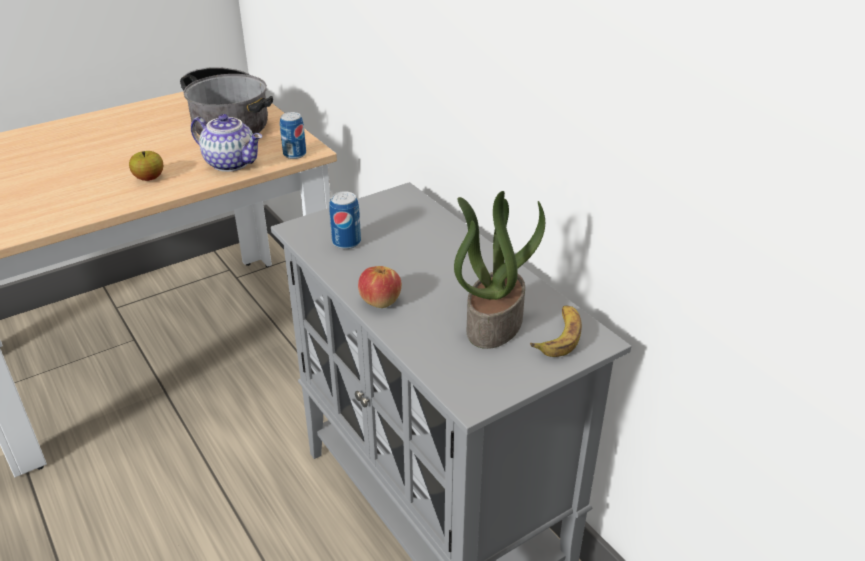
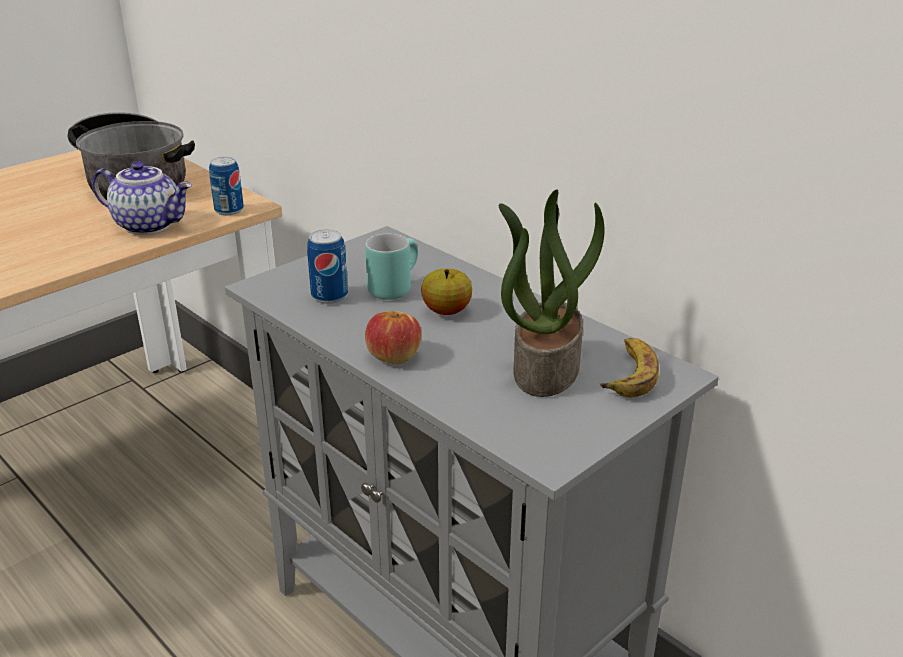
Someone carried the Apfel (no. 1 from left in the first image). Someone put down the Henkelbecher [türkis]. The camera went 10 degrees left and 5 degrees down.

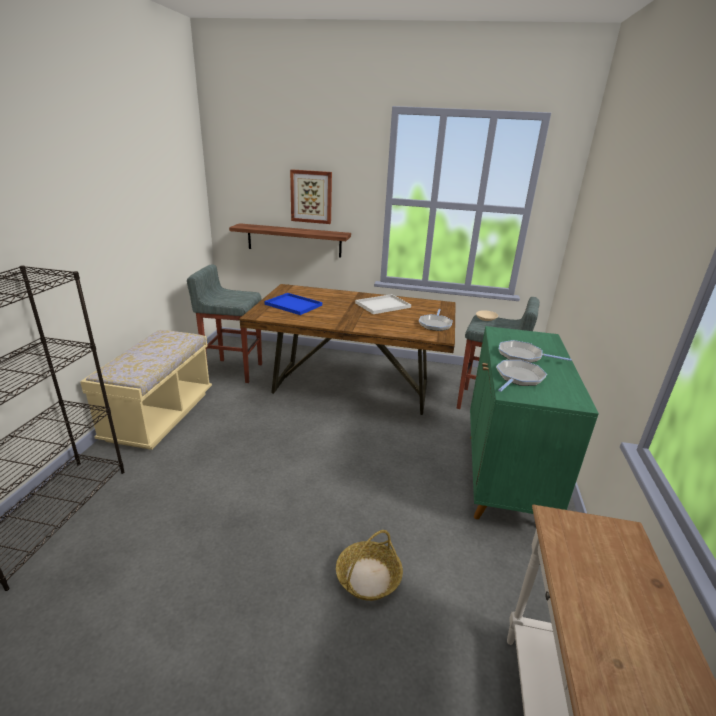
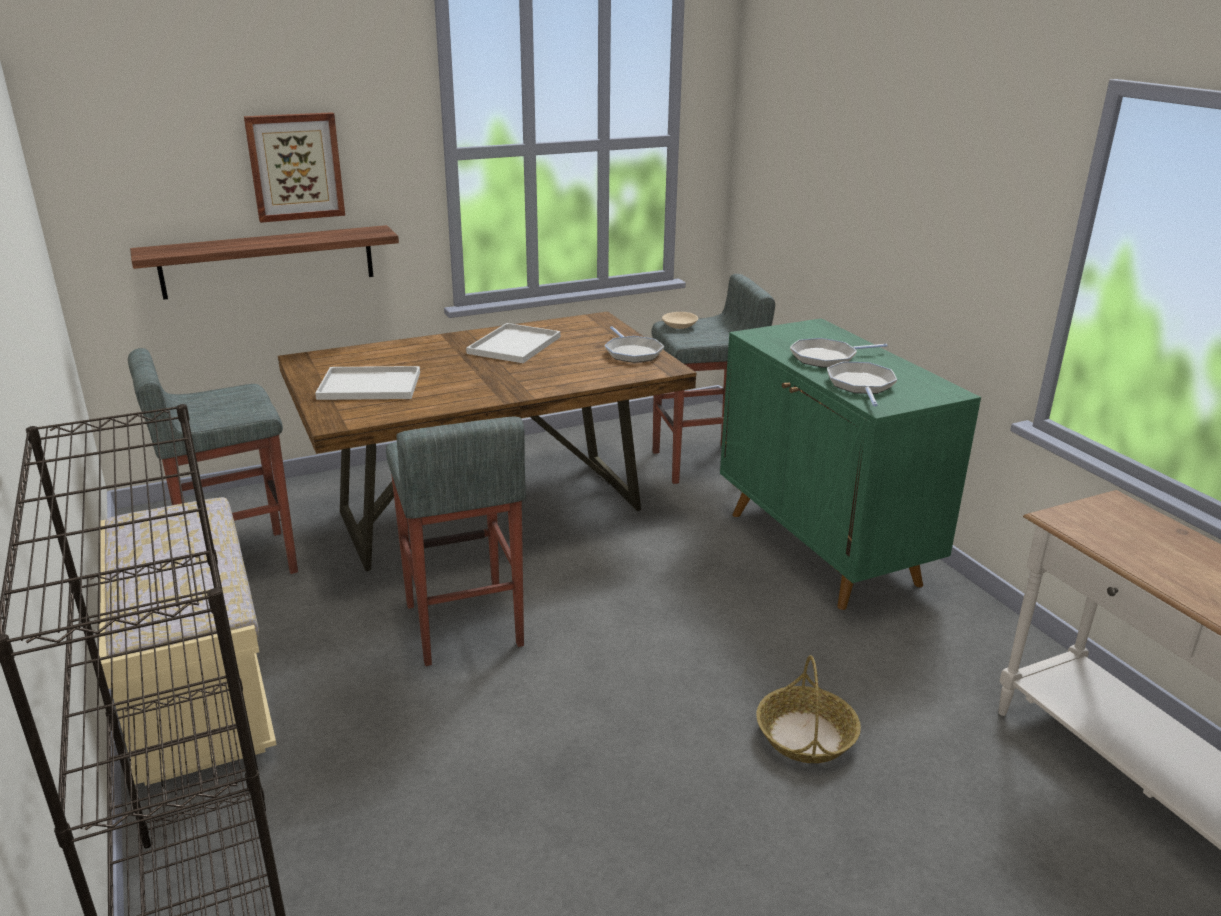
Someone repainted the Tablett [blau], which became the Tablett [weiß] (no. 1 from left). Someone put down the Hocker [grau] (no. 2 from left). The camera went 35 degrees left and 0 degrees up.

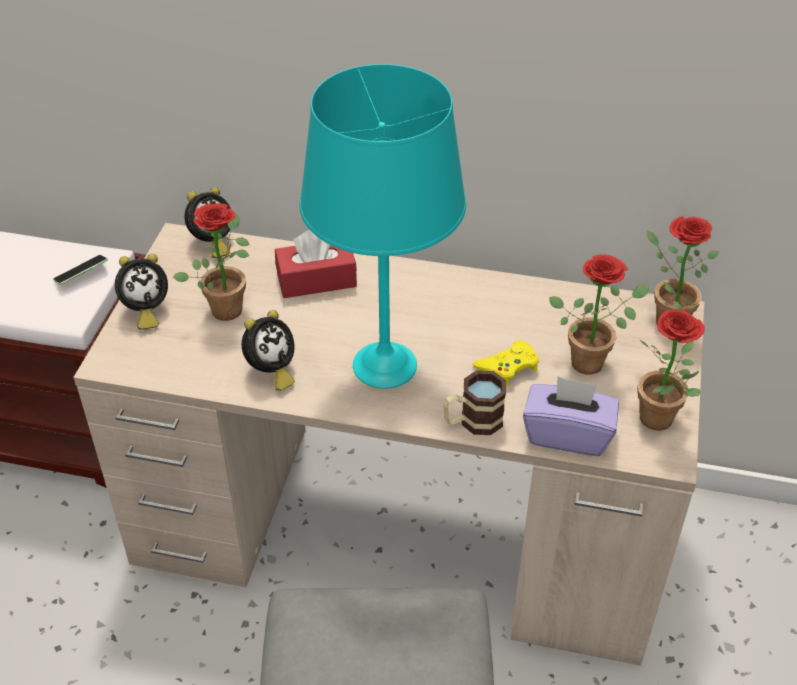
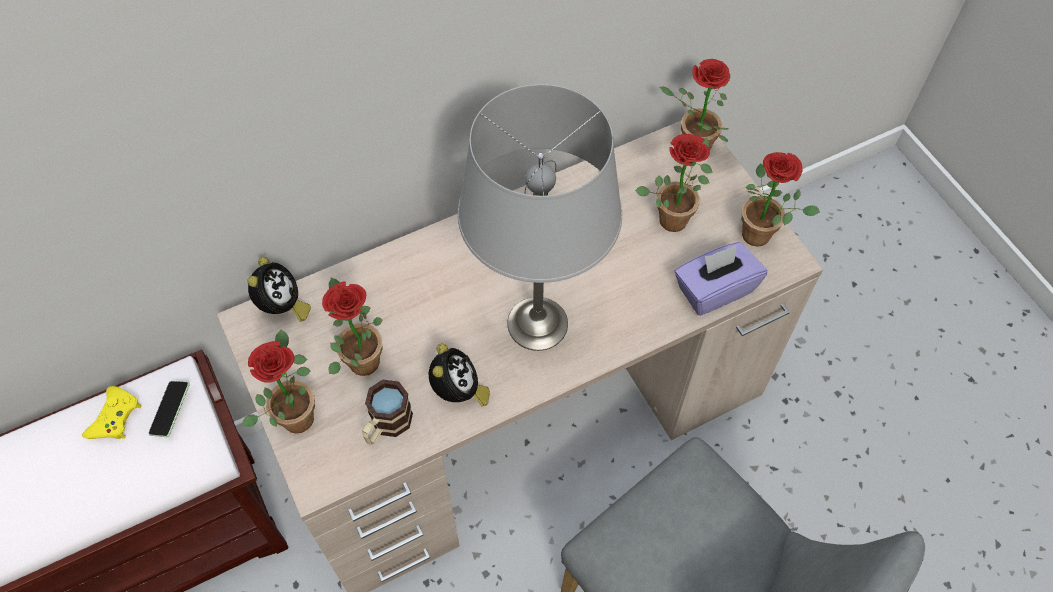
Someone repainted the Tischlampe [türkis], which became the Tischlampe [grau]. Someone took away the Taschentuchbox [rot]. Someone swapped the Wecker (no. 1 from left) for the Topfpflanze (no. 1 from left). Someone carried the Gamepad [gelb]. Someone carried the Henkelbecher. The camera went 40 degrees left and 15 degrees up.

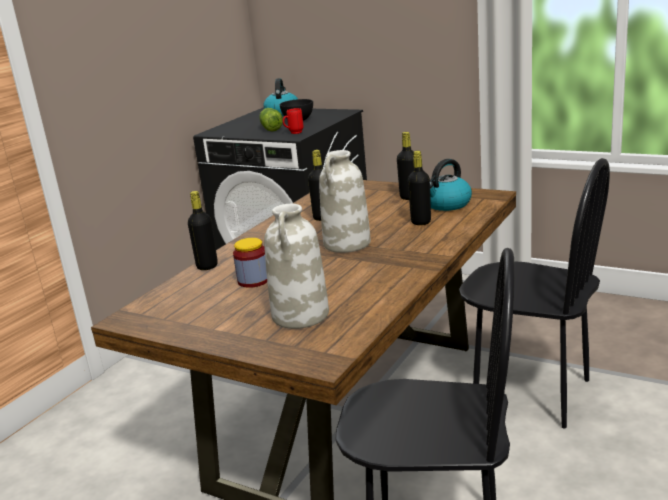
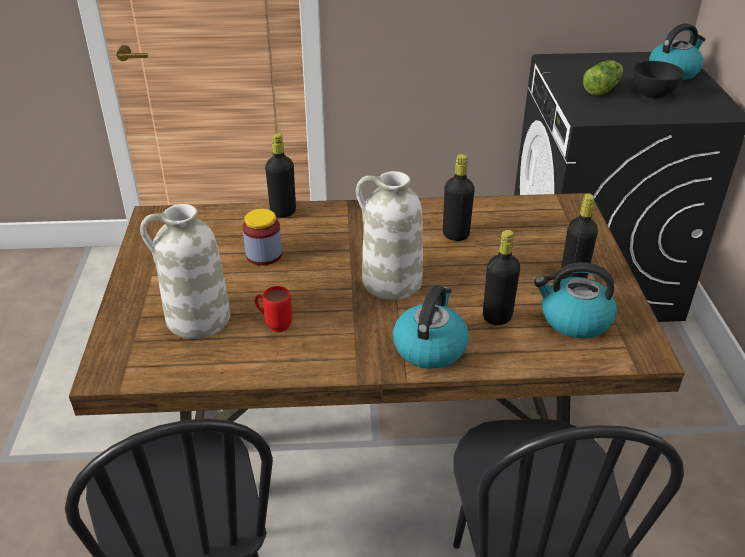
Someone carried the Henkelbecher [rot]. Someone put down the Wasserkessel (no. 1 from left). The camera went 55 degrees right and 15 degrees up.

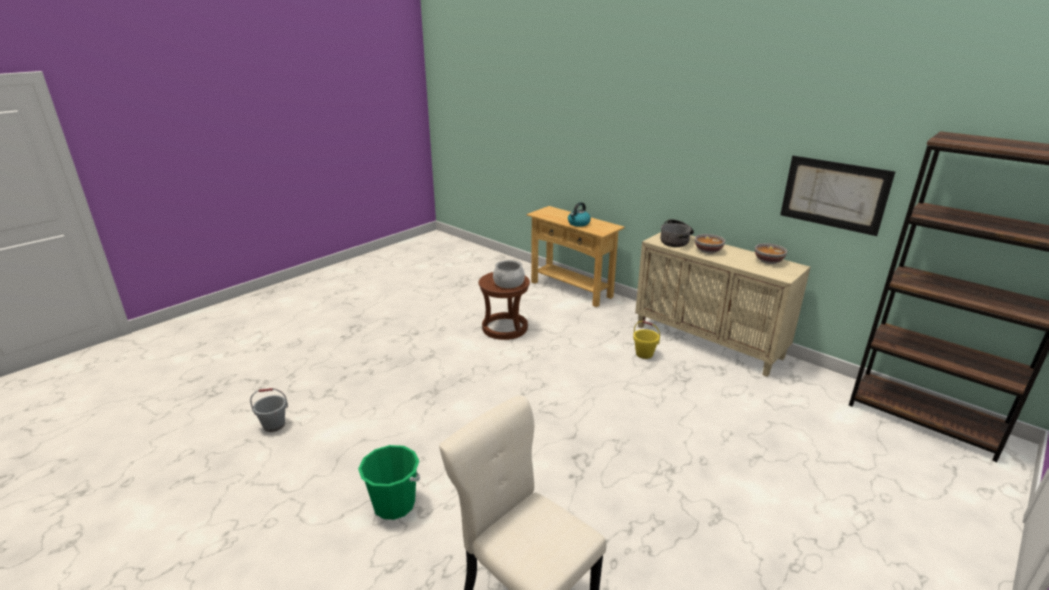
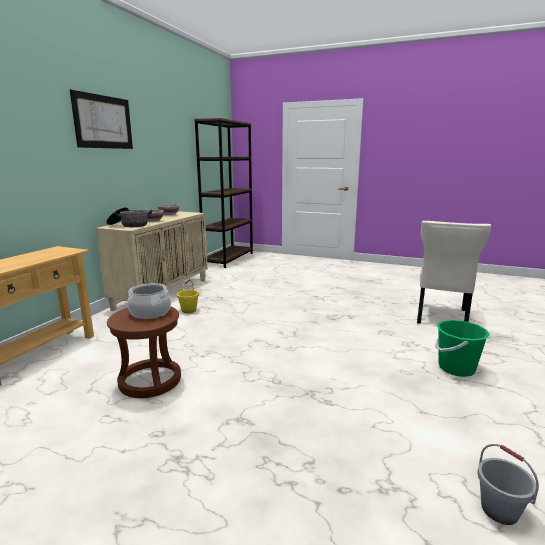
Someone carried the Bild. Someone took away the Wasserkessel. The camera went 110 degrees left and 10 degrees down.

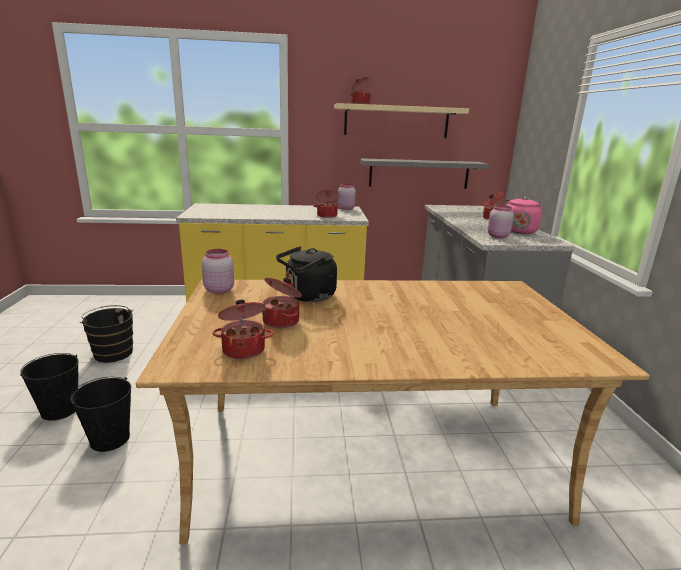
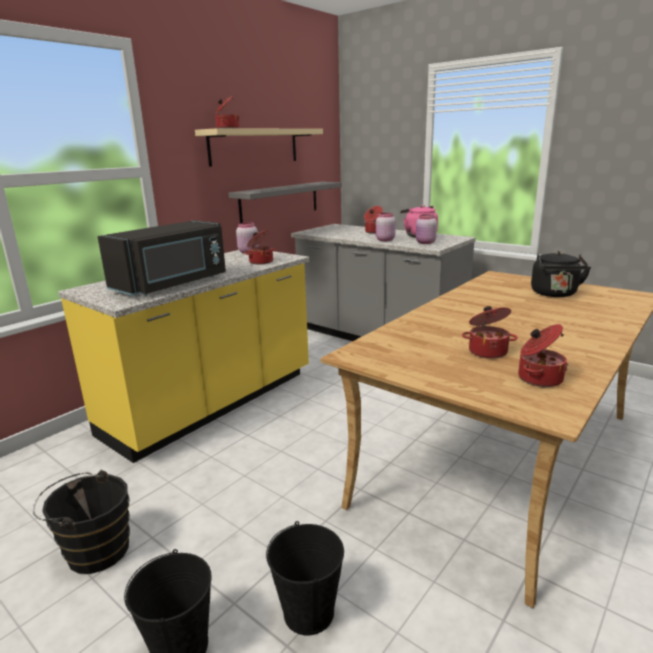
Someone carried the Wasserkessel [schwarz]. Someone carried the Vorratsglas [rosa] (no. 1 from left in the first image). Someone put down the Mikrowelle [schwarz]. The camera went 45 degrees left and 0 degrees up.

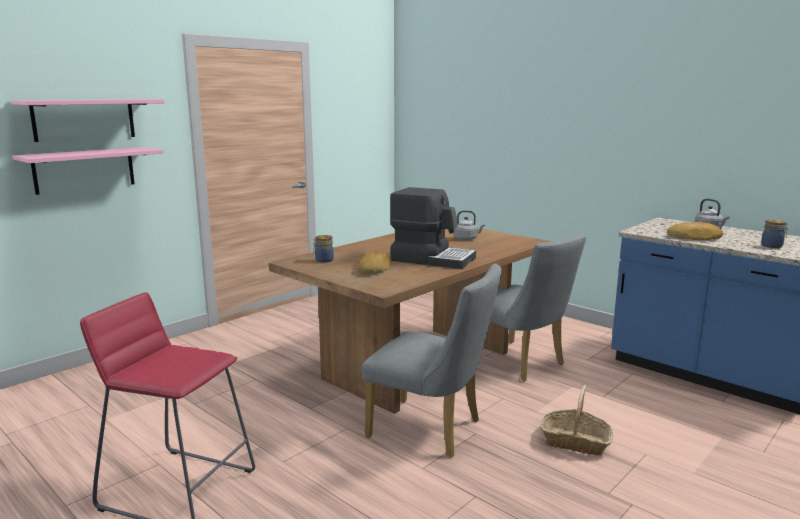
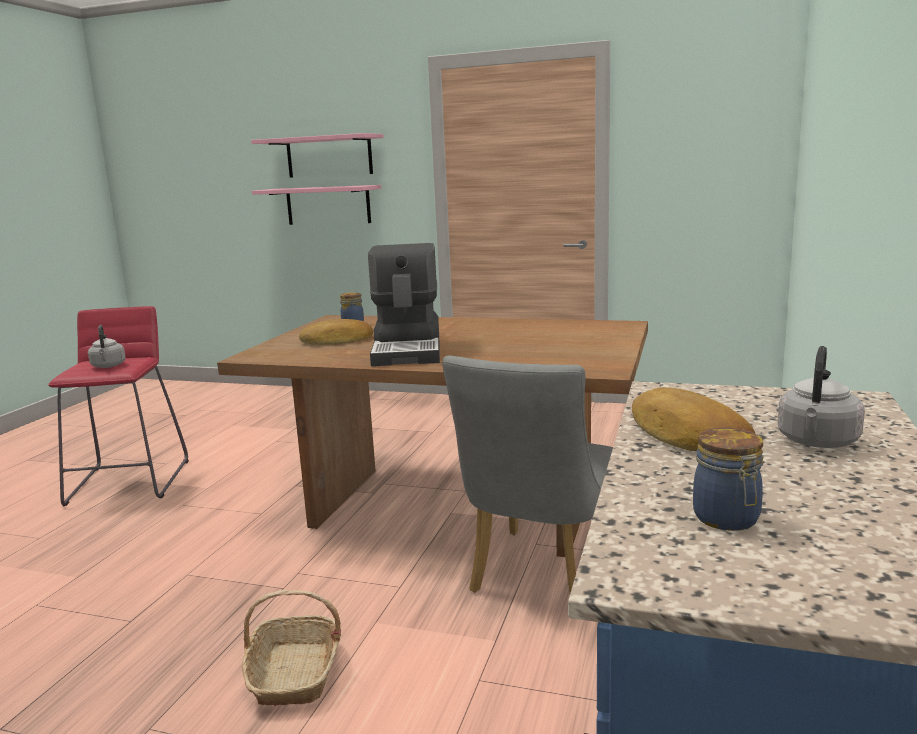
Someone carried the Wasserkessel [grau] (no. 1 from left). Someone took away the Stuhl [grau] (no. 1 from left). The camera went 65 degrees right and 0 degrees up.

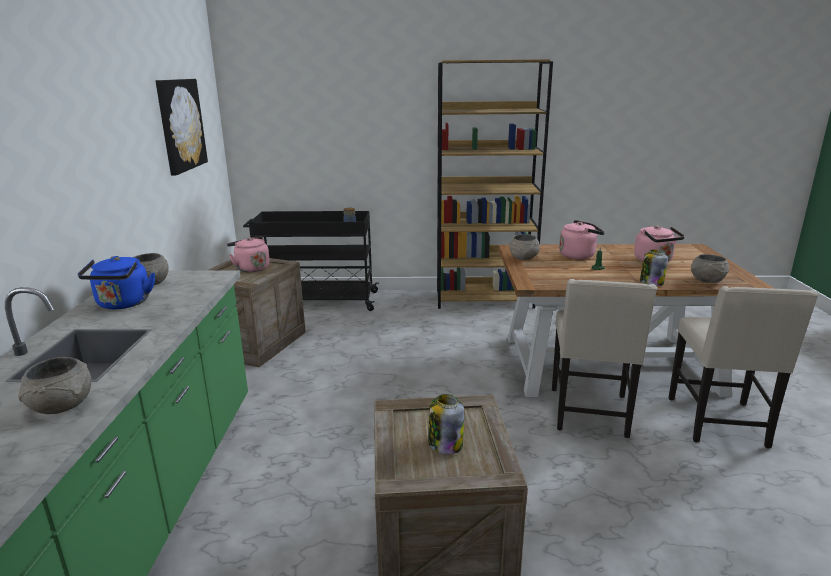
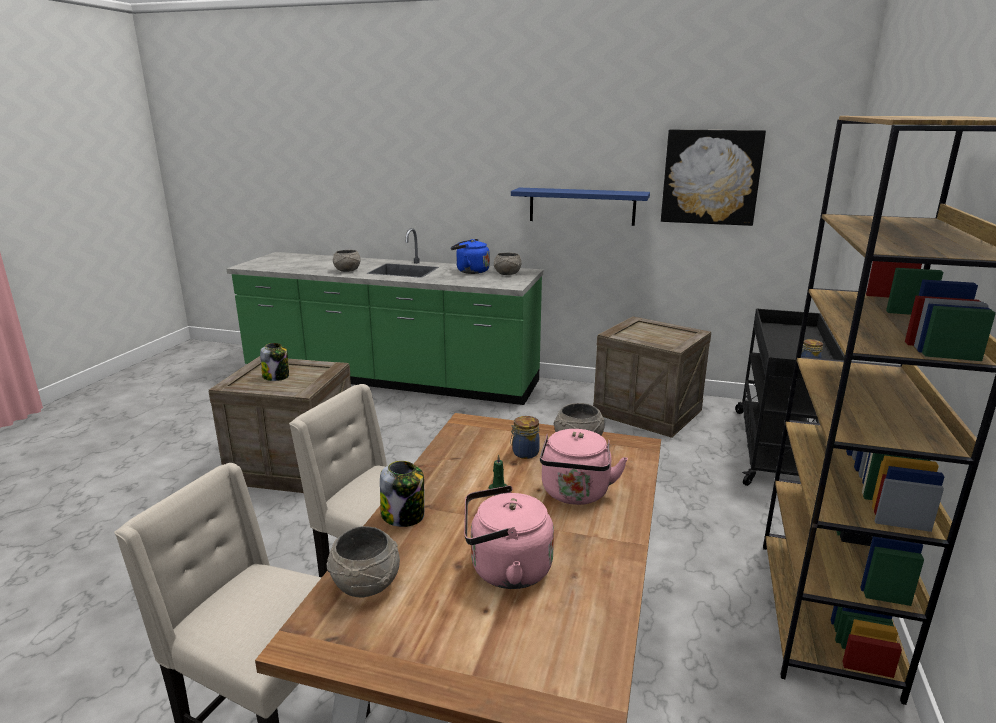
Someone took away the Wasserkessel [rosa] (no. 1 from left). Someone put up the Wandregal [blau]. Someone put down the Vorratsglas (no. 3 from left). The camera went 105 degrees right and 0 degrees up.

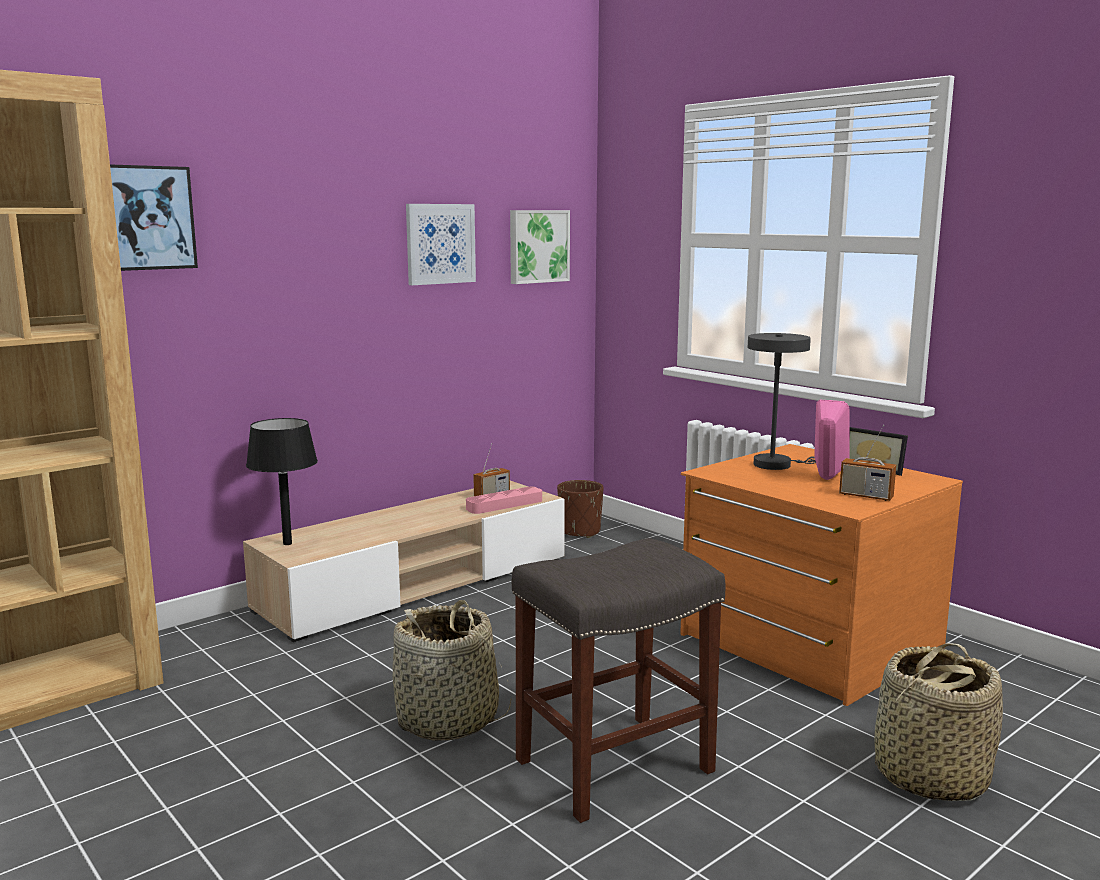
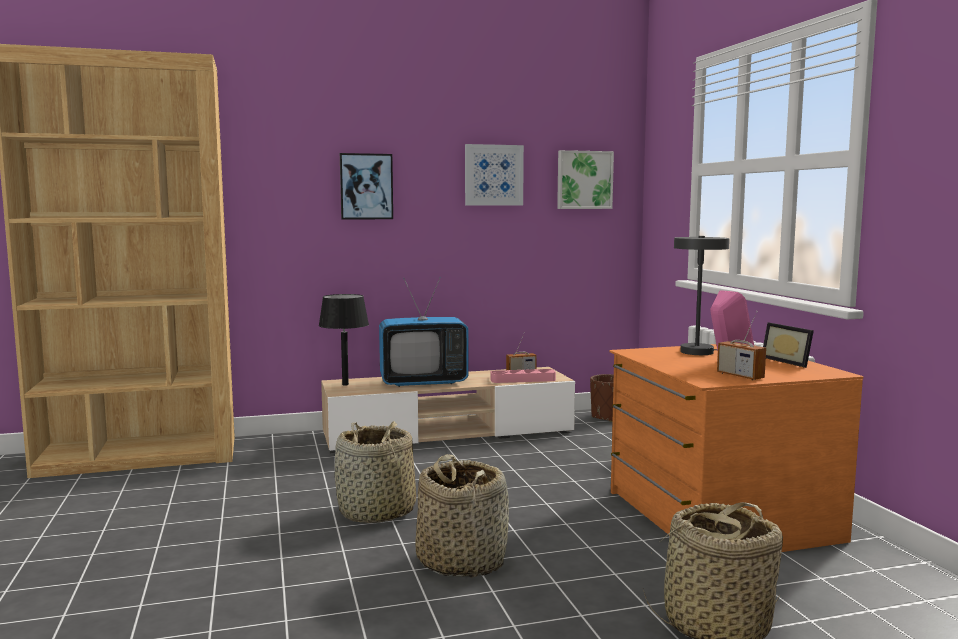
Someone carried the Bild (no. 1 from left). Someone swapped the Hocker [grau] for the Korb (no. 2 from left). Someone put down the Fernseher. The camera went 25 degrees right and 5 degrees down.

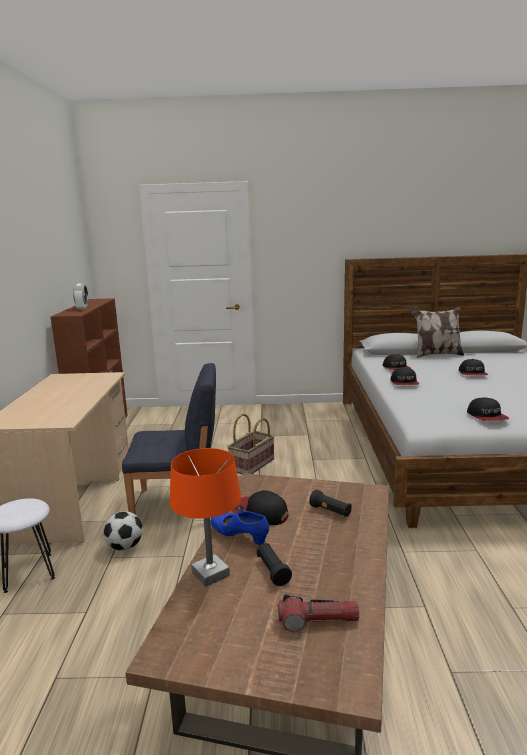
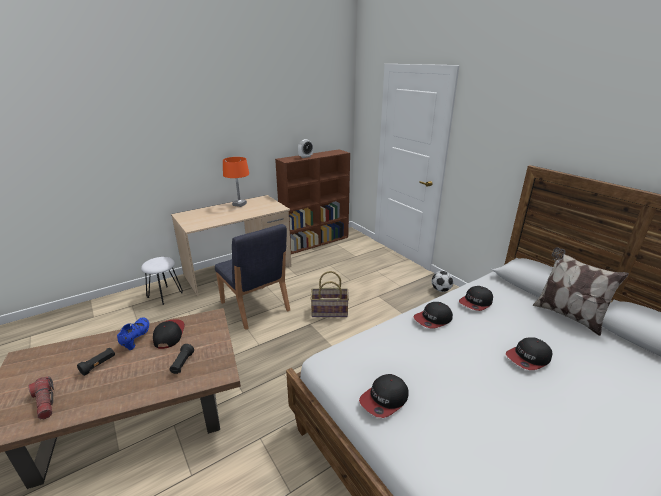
Someone carried the Tischlampe [orange]. Someone carried the Fußball. The camera went 55 degrees right and 10 degrees up.

